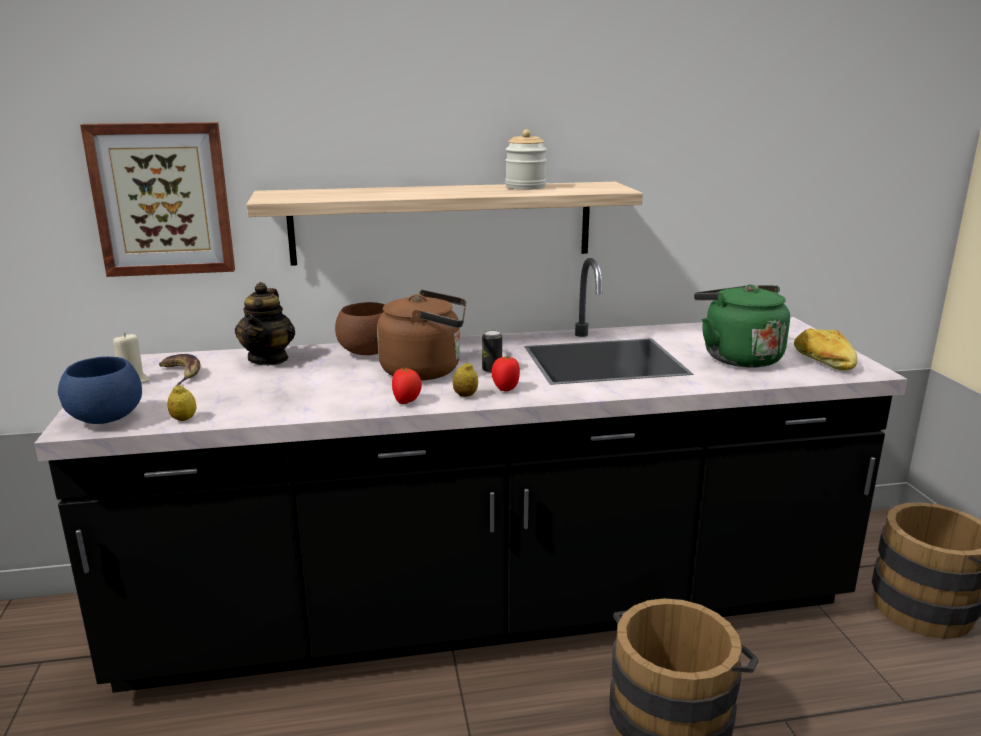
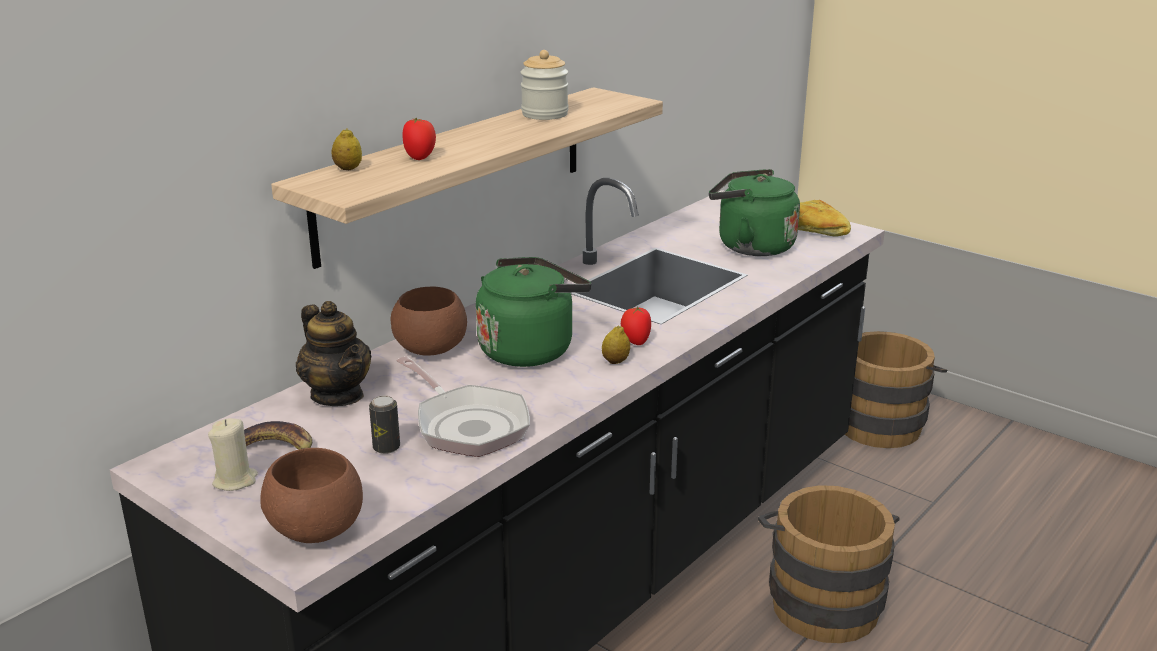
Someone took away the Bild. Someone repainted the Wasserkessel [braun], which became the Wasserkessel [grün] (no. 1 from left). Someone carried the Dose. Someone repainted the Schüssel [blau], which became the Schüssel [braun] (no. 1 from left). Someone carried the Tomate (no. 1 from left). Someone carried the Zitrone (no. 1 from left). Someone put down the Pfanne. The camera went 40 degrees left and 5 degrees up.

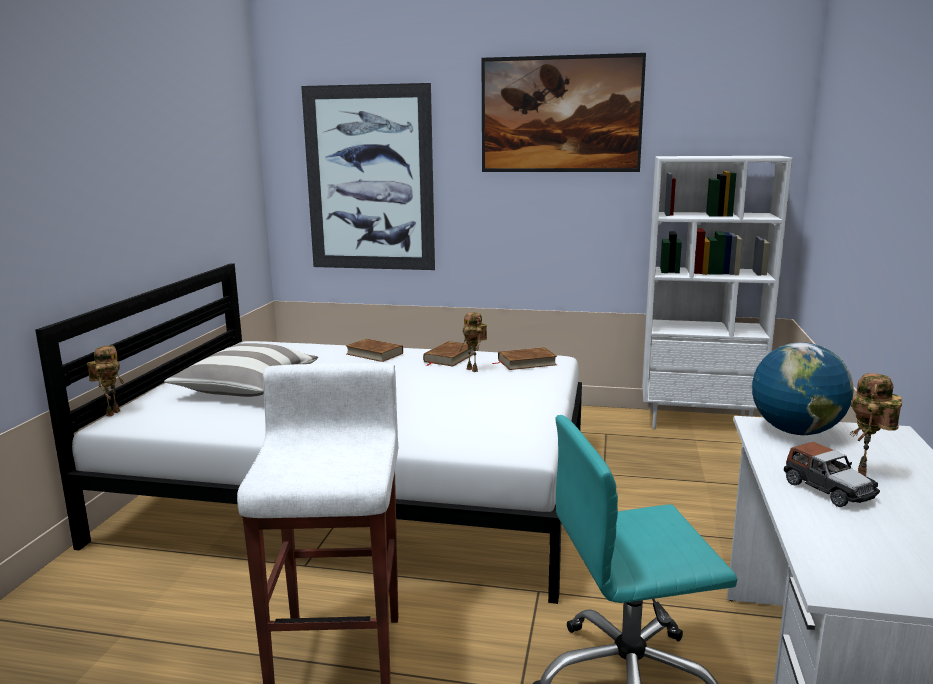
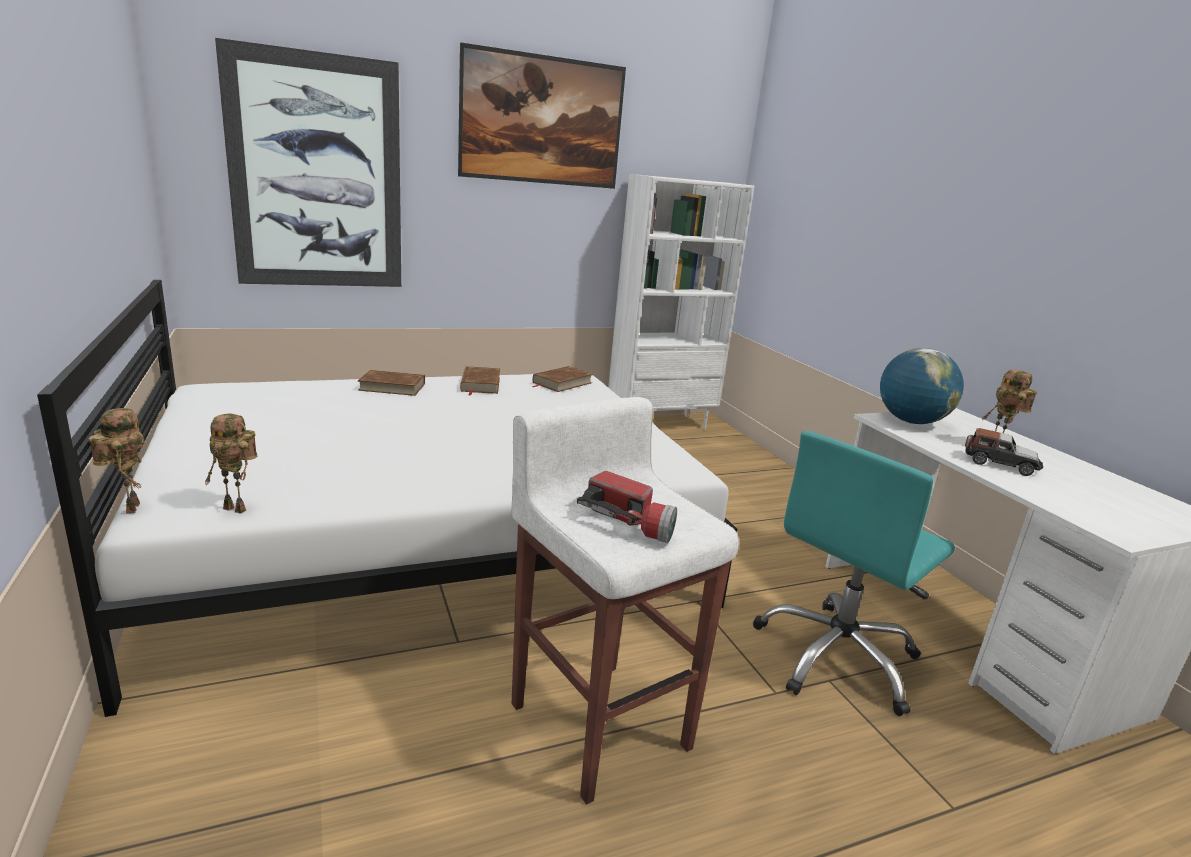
Someone carried the Spielzeugroboter (no. 2 from left). Someone took away the Kissen. Someone put down the Taschenlampe. The camera went 35 degrees left and 5 degrees up.

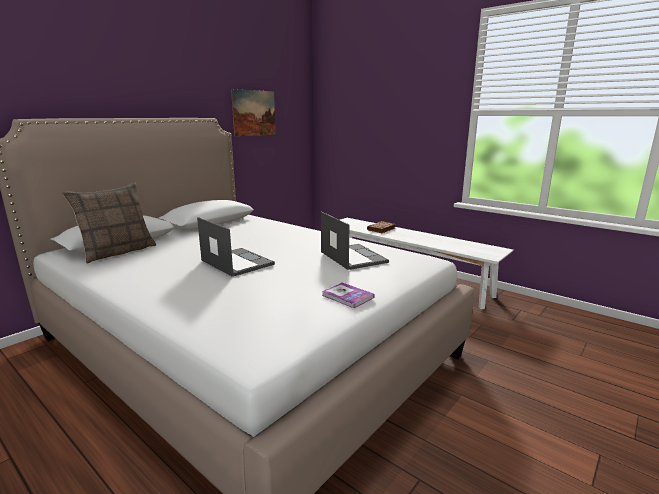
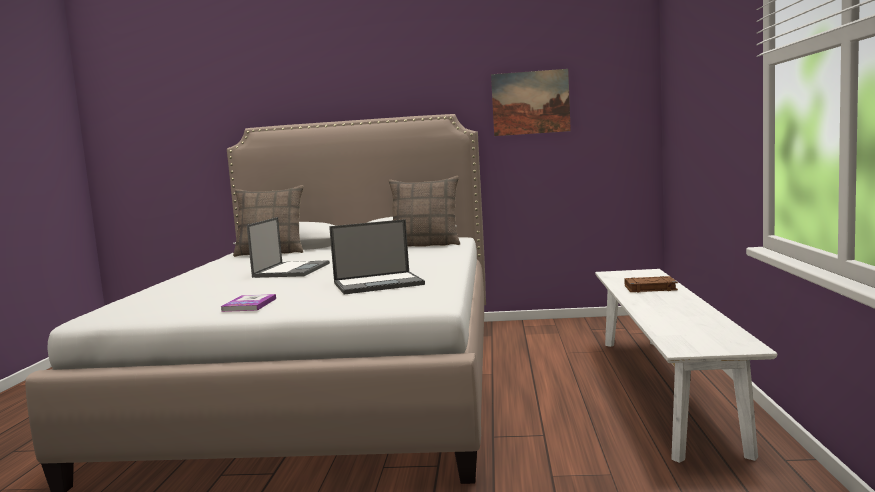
Someone rotated the Laptop (no. 2 from left) by 45 degrees clockwise. Someone put down the Kissen (no. 2 from left). The camera went 55 degrees right and 10 degrees down.

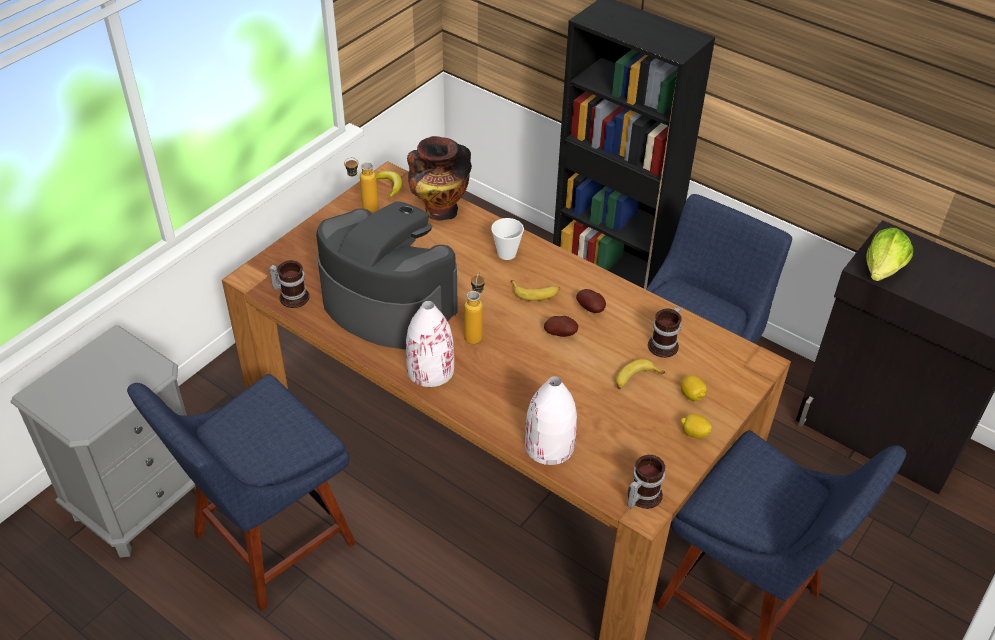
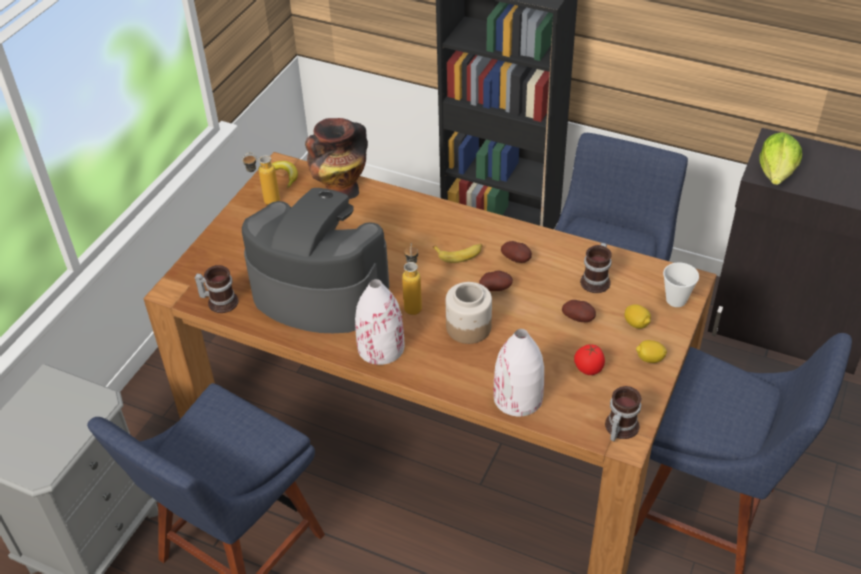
Someone carried the Tasse. Someone swapped the Banane (no. 3 from left) for the Kartoffel (no. 3 from left). Someone put down the Vorratsglas. Someone put down the Tomate. The camera went 10 degrees left and 0 degrees up.

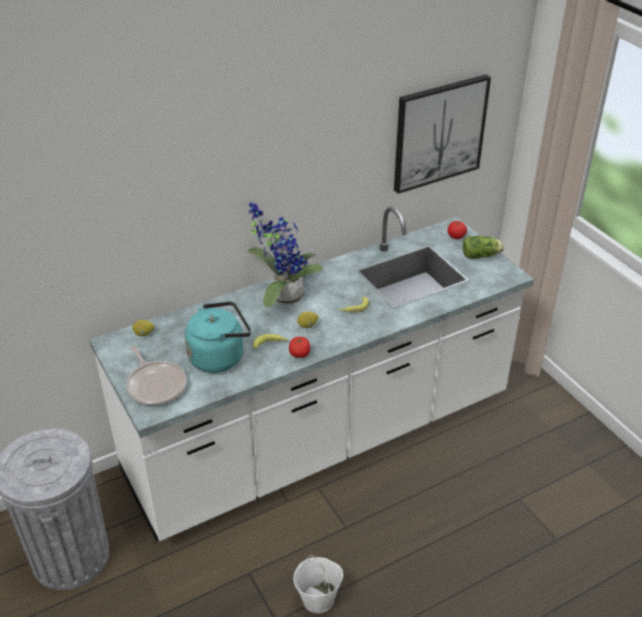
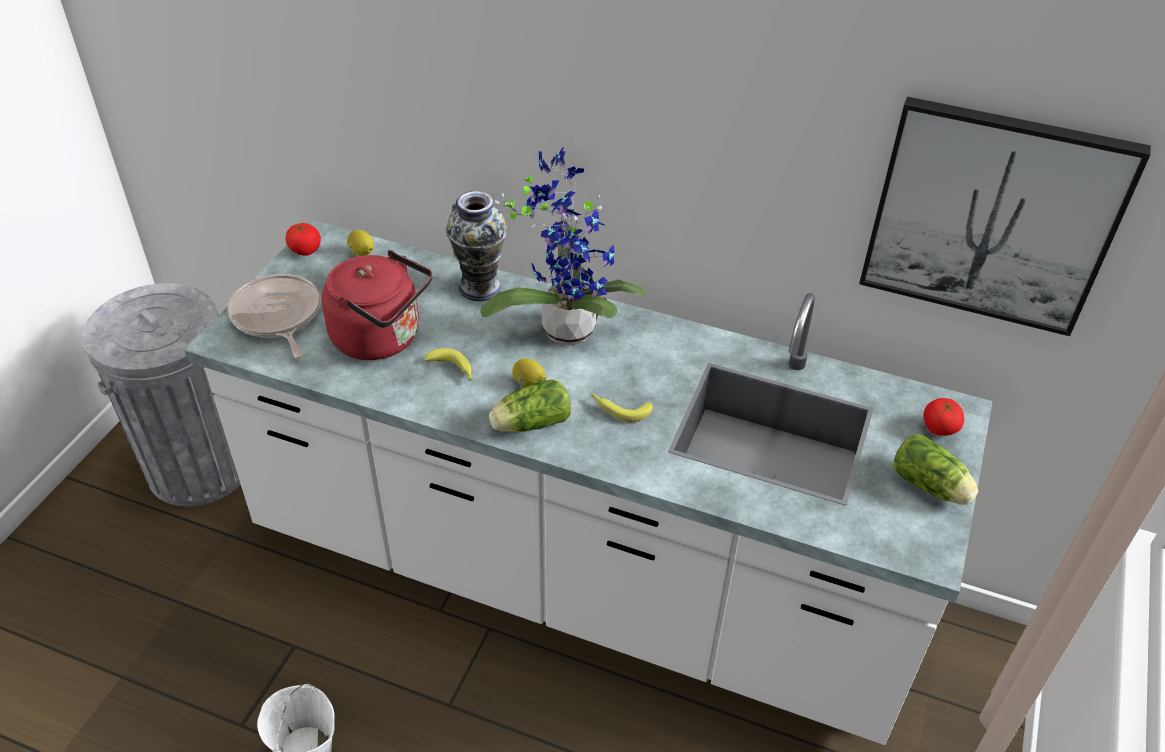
Someone repainted the Wasserkessel [türkis], which became the Wasserkessel [rot]. Someone carried the Tomate (no. 1 from left). Someone rotated the Pfanne by 135 degrees clockwise. Someone put down the Vase. Someone put down the Salatkopf (no. 1 from left). The camera went 50 degrees right and 5 degrees up.

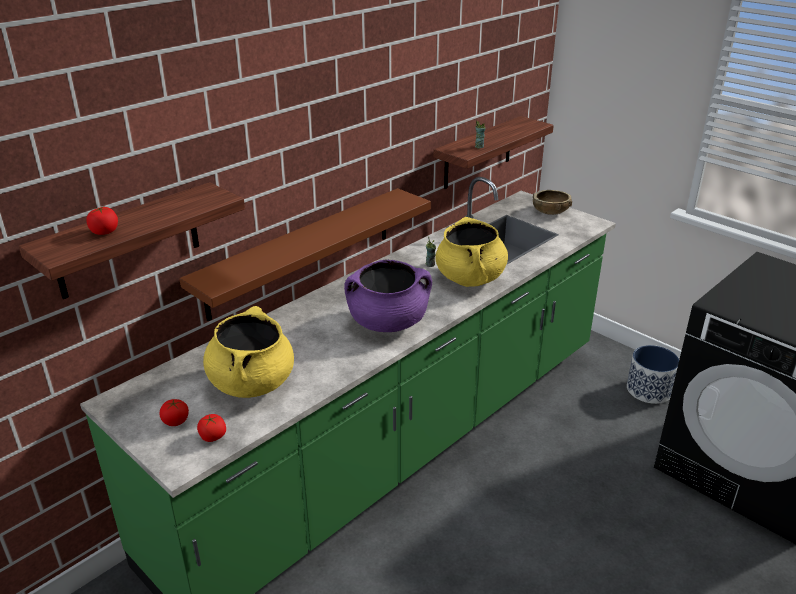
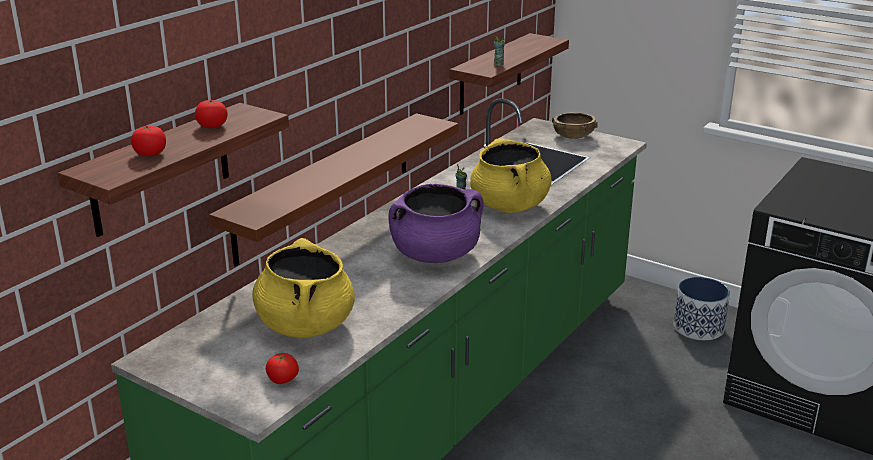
Someone carried the Tomate (no. 2 from left). The camera went 10 degrees left and 5 degrees down.

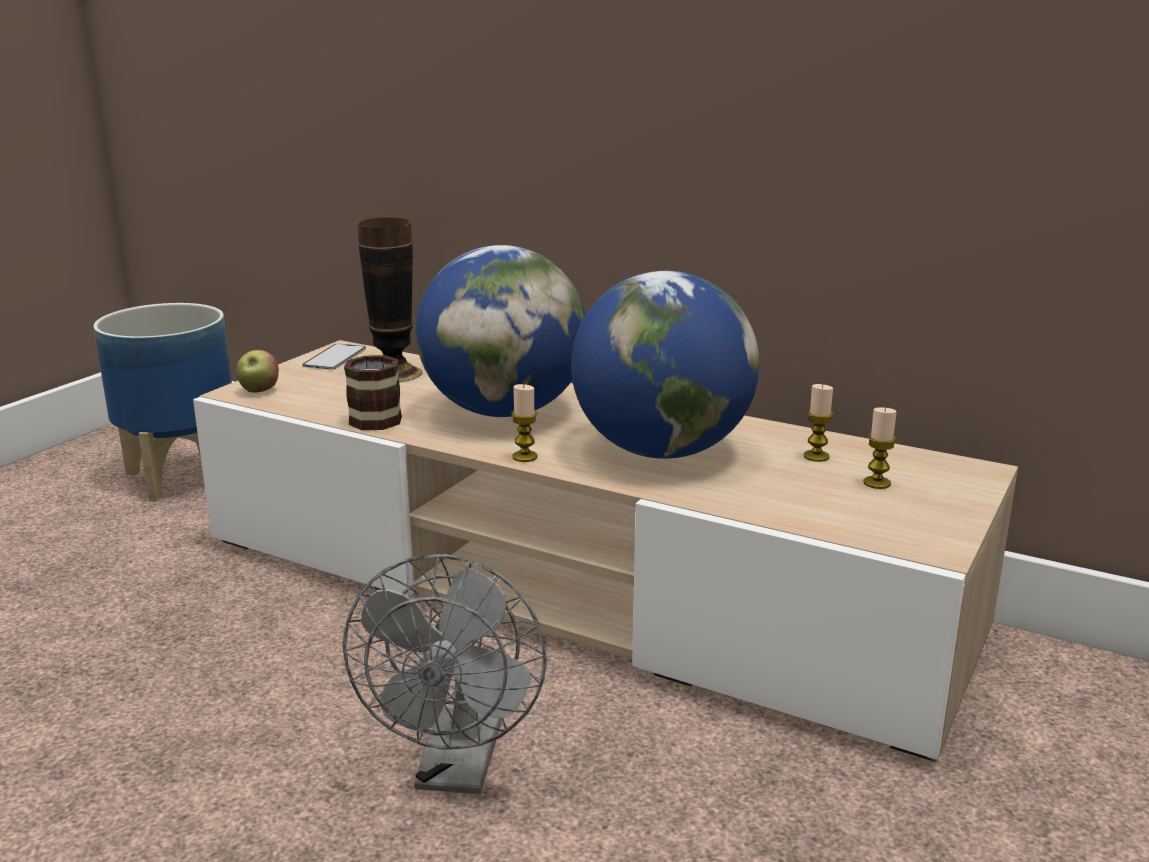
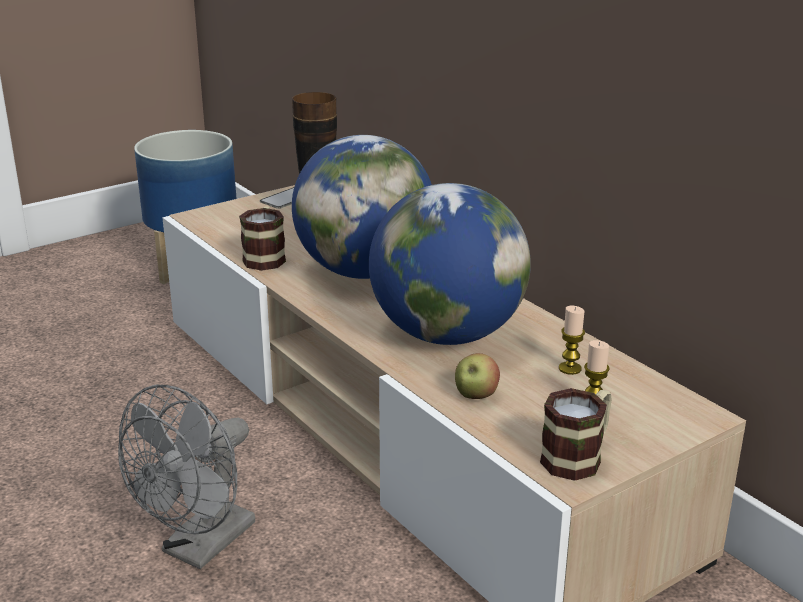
Someone carried the Apfel. Someone took away the Kerze (no. 1 from left). Someone put down the Henkelbecher (no. 2 from left). The camera went 25 degrees right and 5 degrees up.

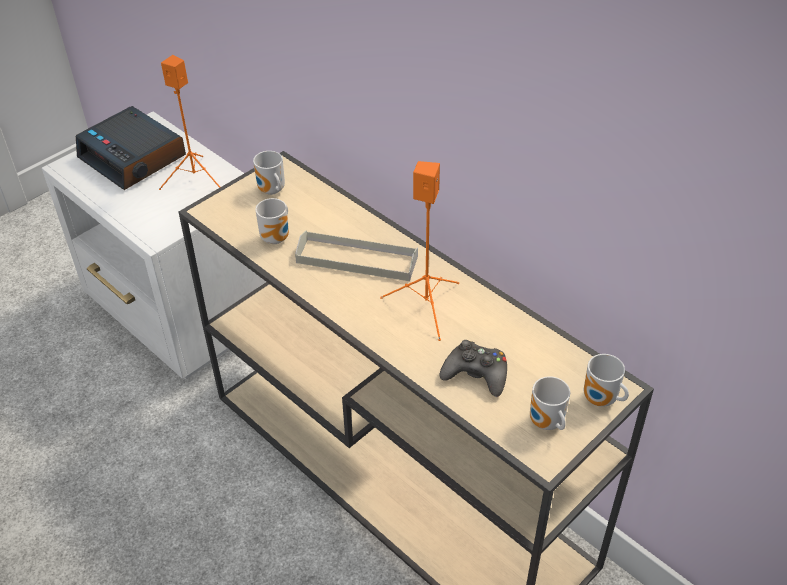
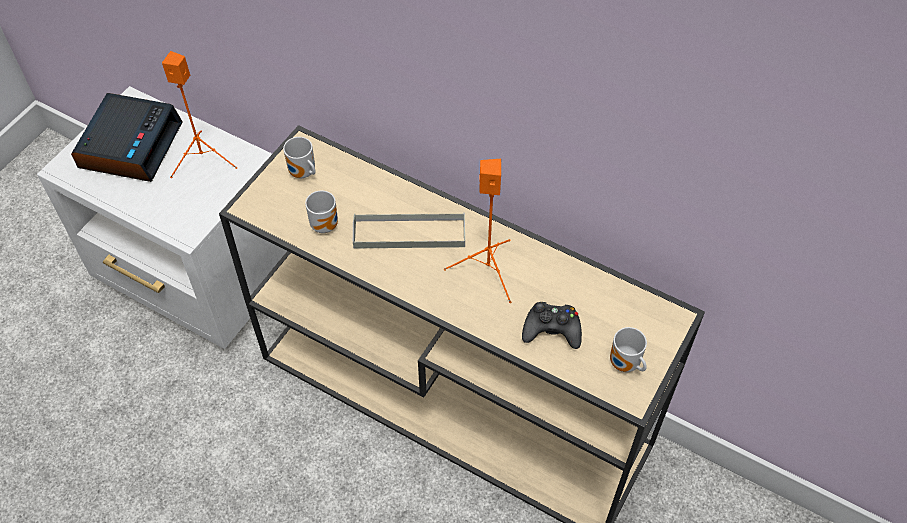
Someone rotated the Wecker by 105 degrees counterclockwise. Someone took away the Henkelbecher (no. 4 from left). The camera went 15 degrees left and 10 degrees up.

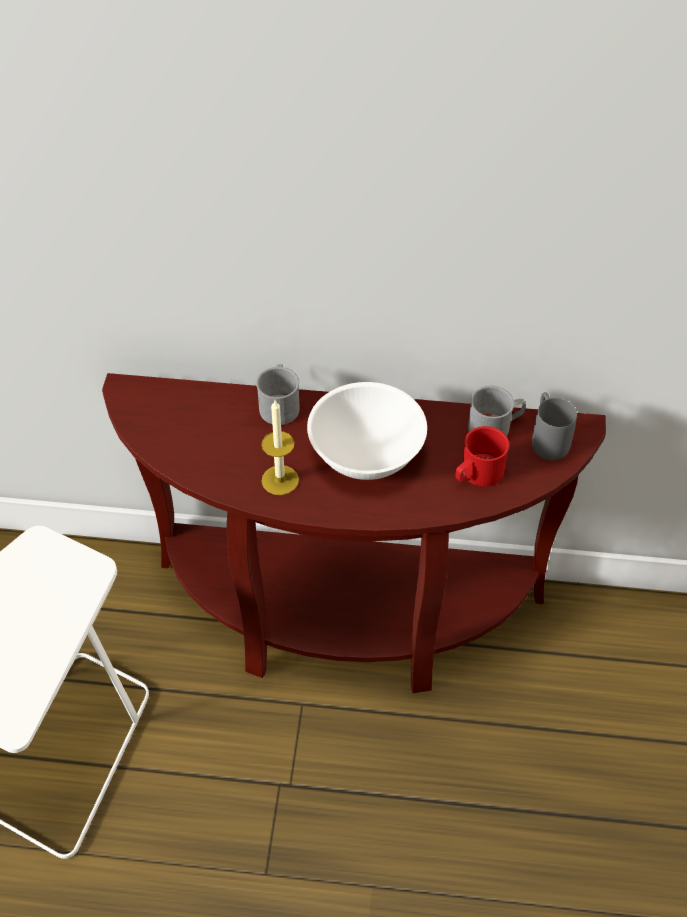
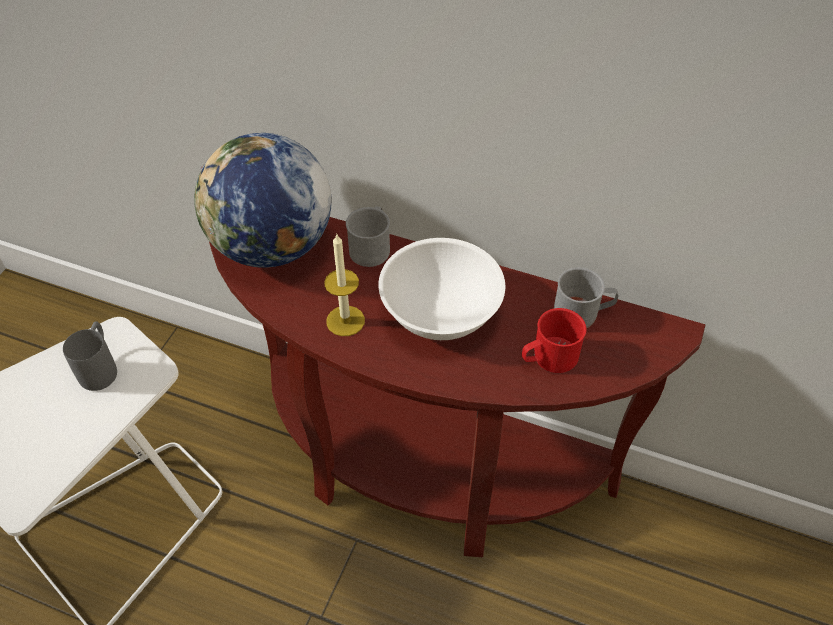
Someone carried the Henkelbecher [grau] (no. 3 from left in the first image). Someone put down the Globus. The camera went 15 degrees right and 0 degrees up.

